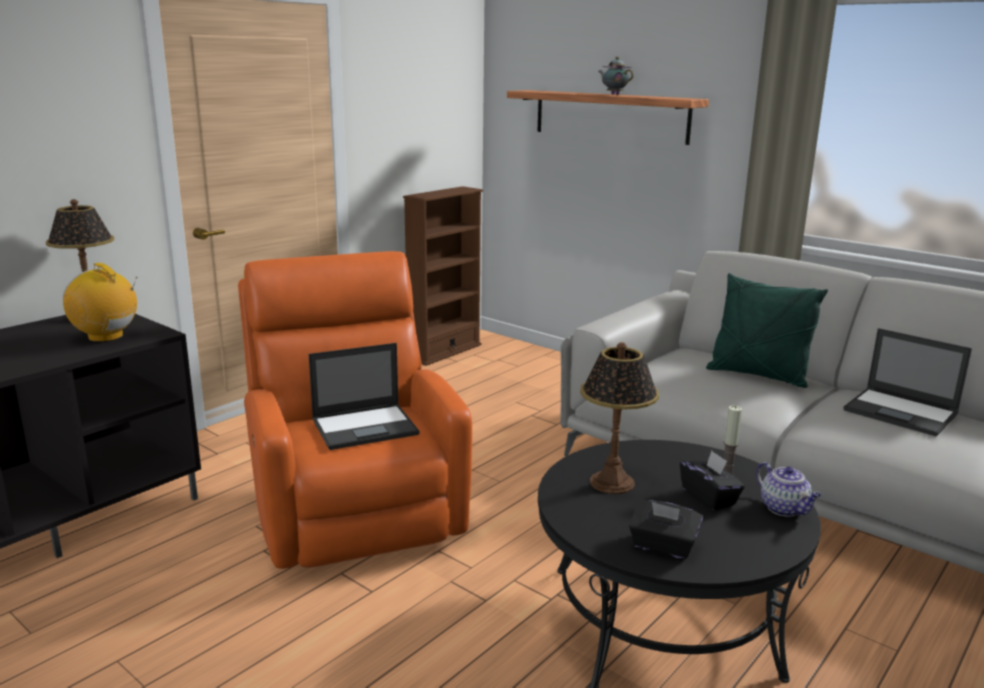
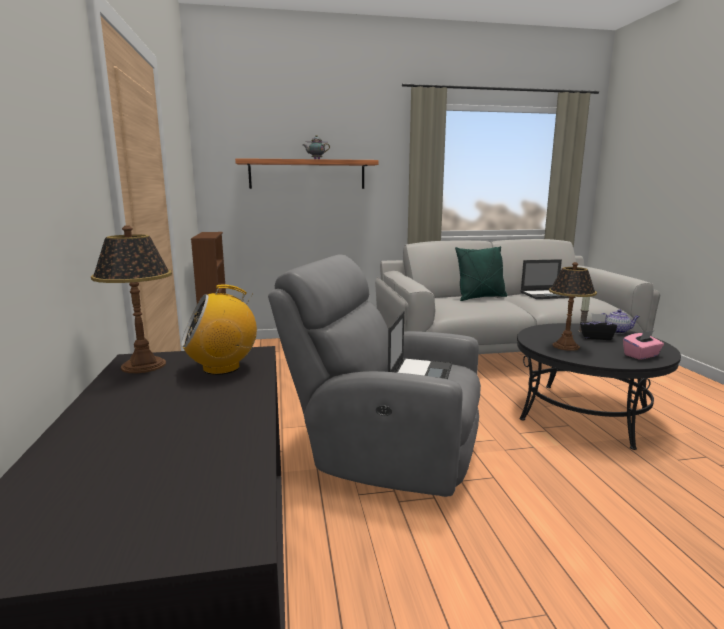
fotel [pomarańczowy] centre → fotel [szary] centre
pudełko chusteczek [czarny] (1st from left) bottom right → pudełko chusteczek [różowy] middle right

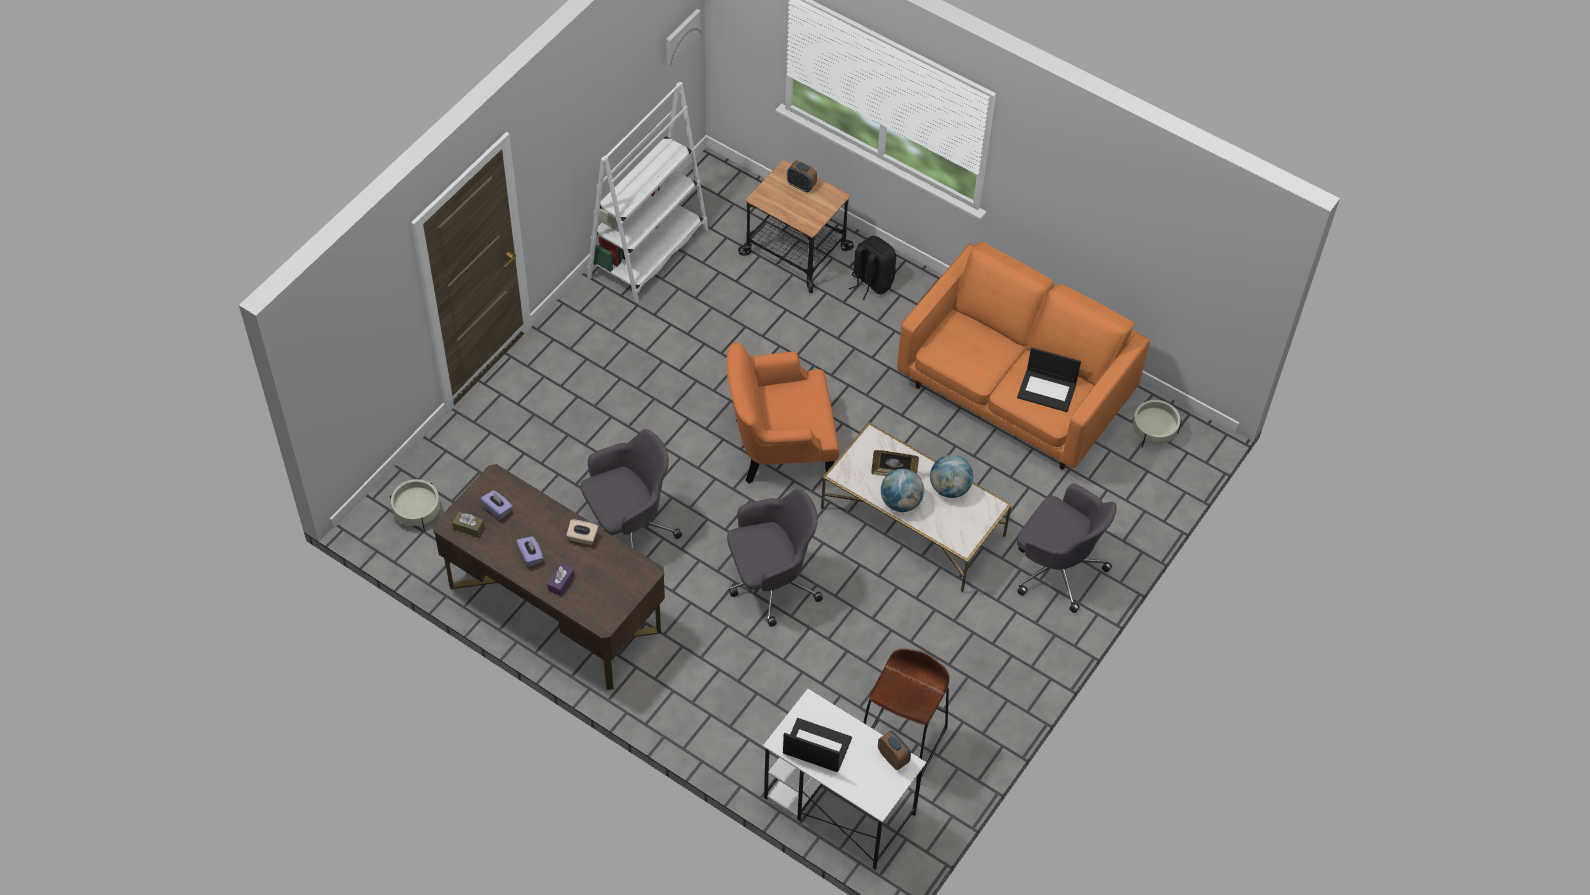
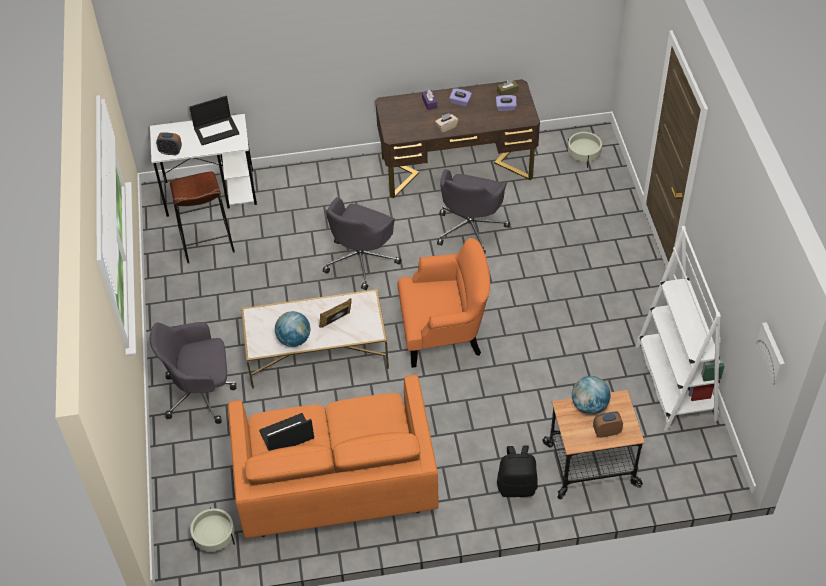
globus (1st from left in the first image) centre → globus (2nd from left) bottom right, moved
fotel [pomarańczowy] centre, 45 degrees clockwise

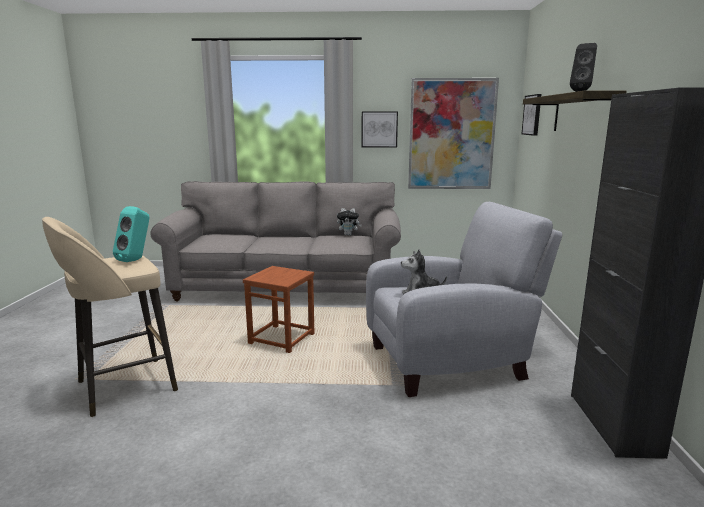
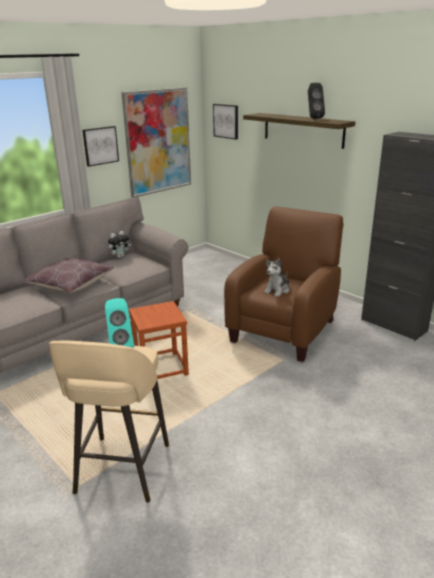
- → poduszka [brązowy] middle left
fotel [szary] centre → fotel [brązowy] centre

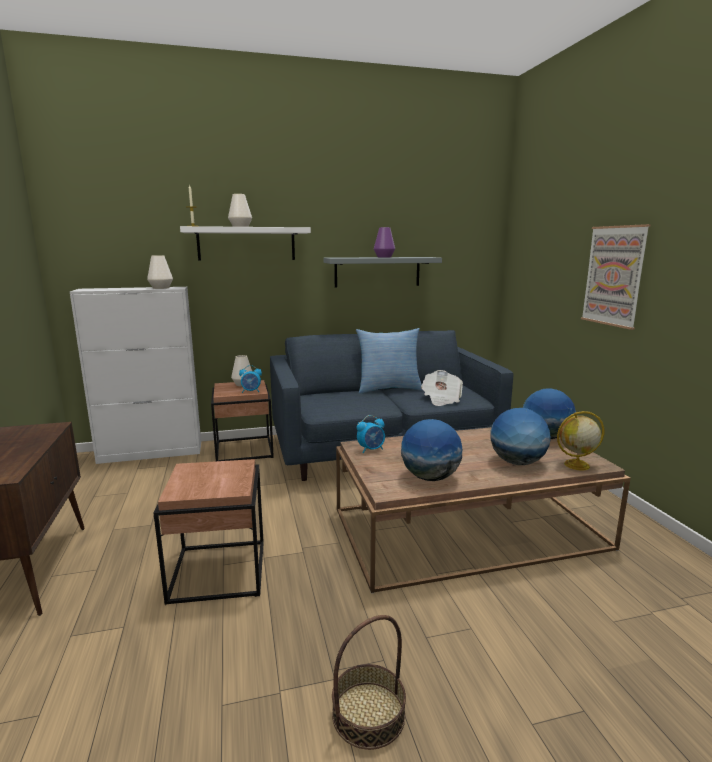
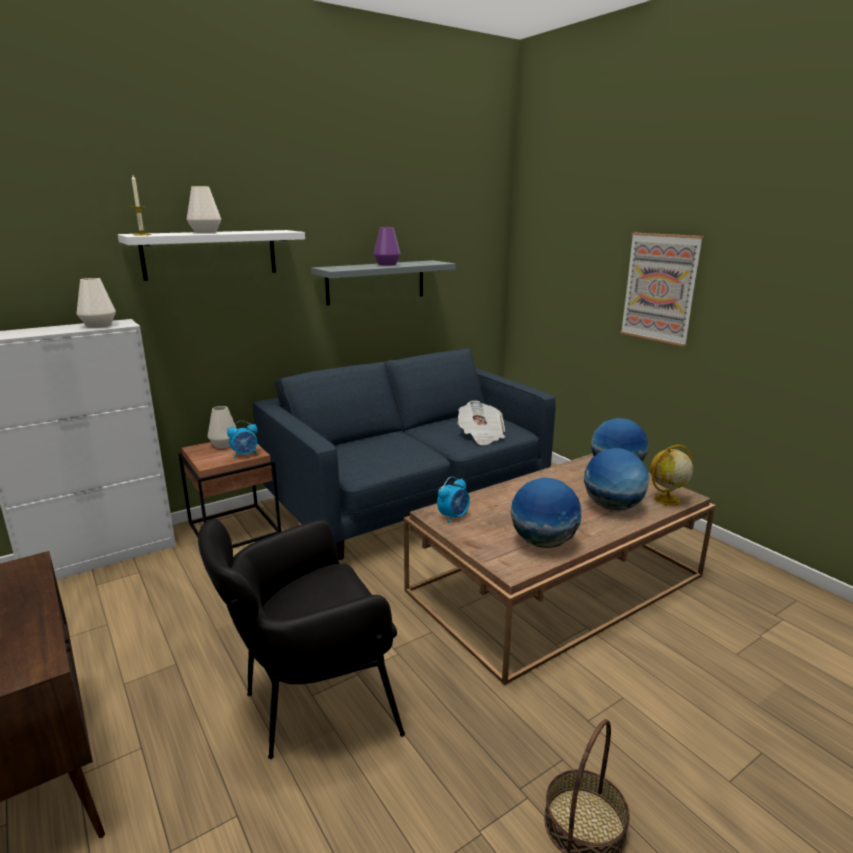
poduszka centre → -
stolik [brązowy] (1st from left) bottom left → fotel [czarny] bottom centre

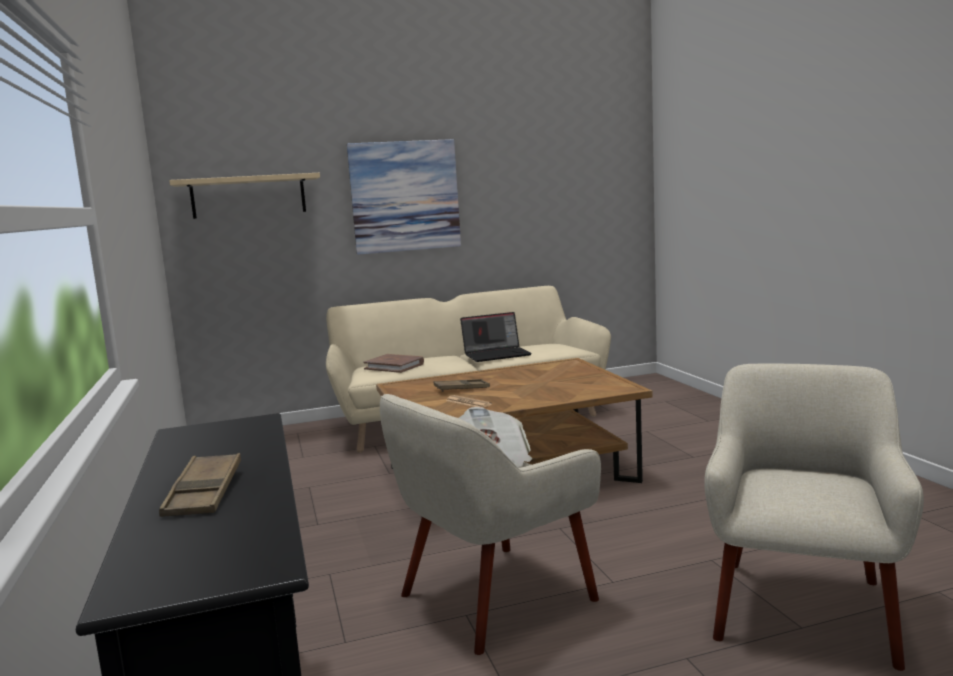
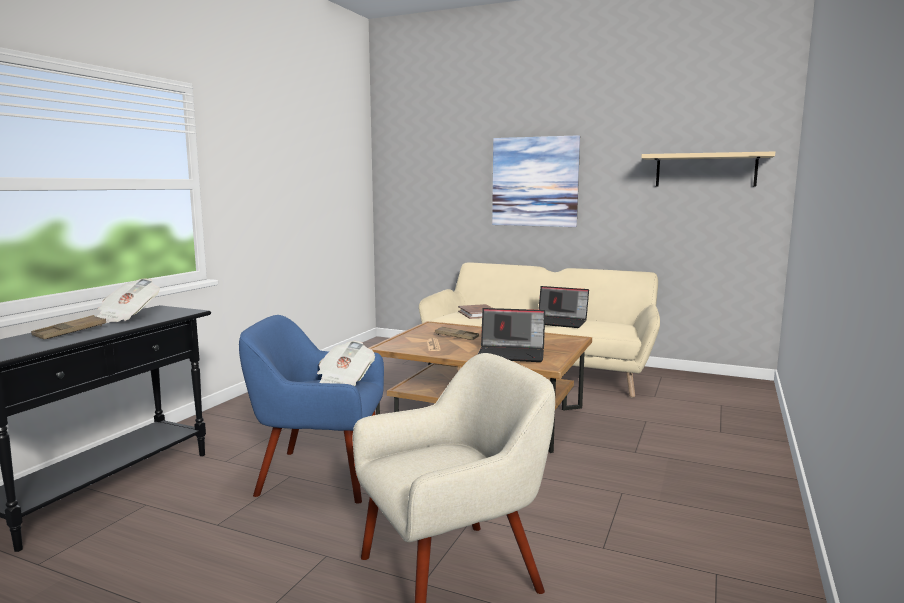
- → gazeta (1st from left) middle left
- → laptop (1st from left) centre
półka [beżowy] top left → półka [beżowy] top right, moved
fotel [beżowy] (1st from left) bottom centre → fotel [niebieski] bottom centre

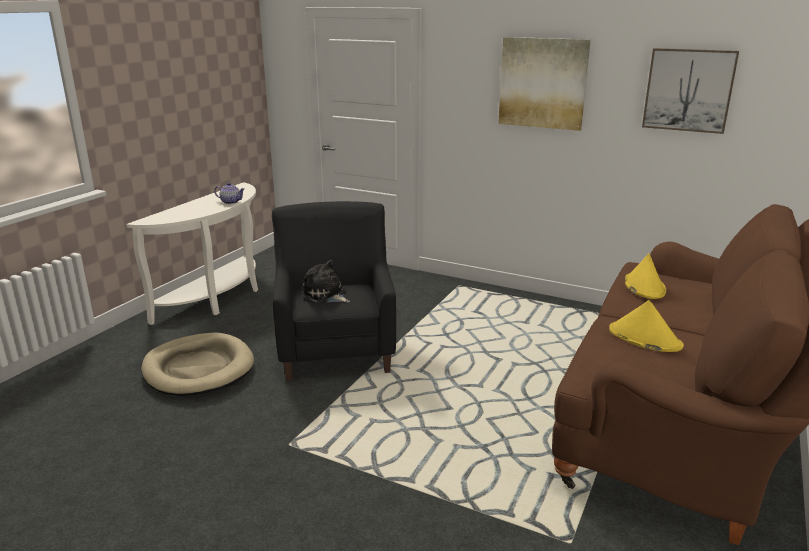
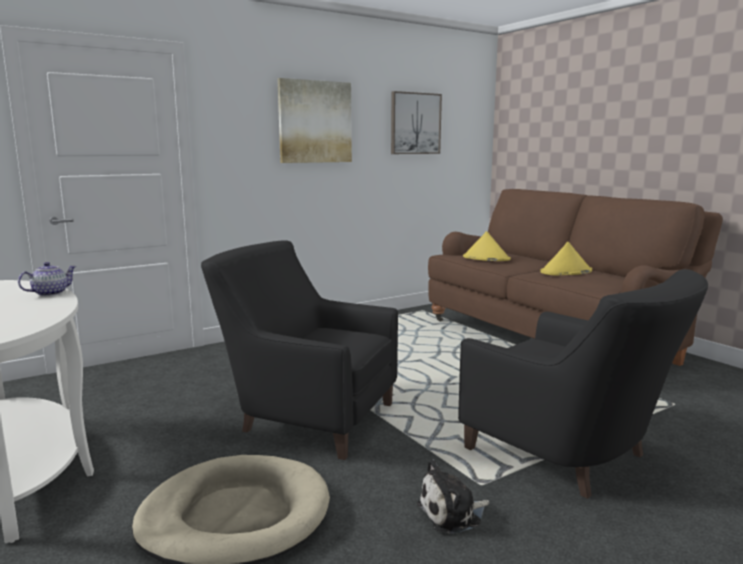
- → fotel [czarny] (2nd from left) bottom right
pluszak centre → pluszak bottom centre, moved

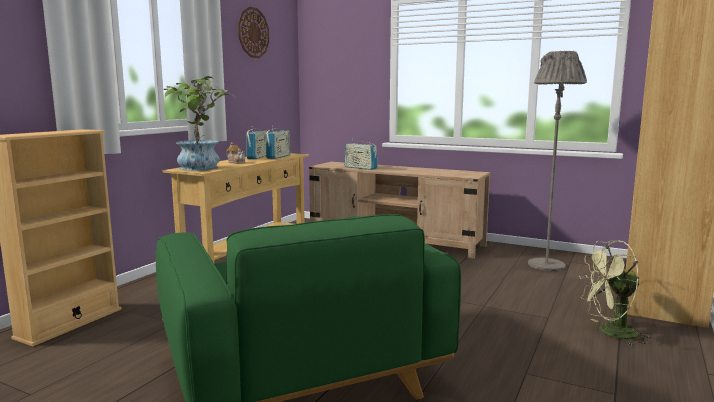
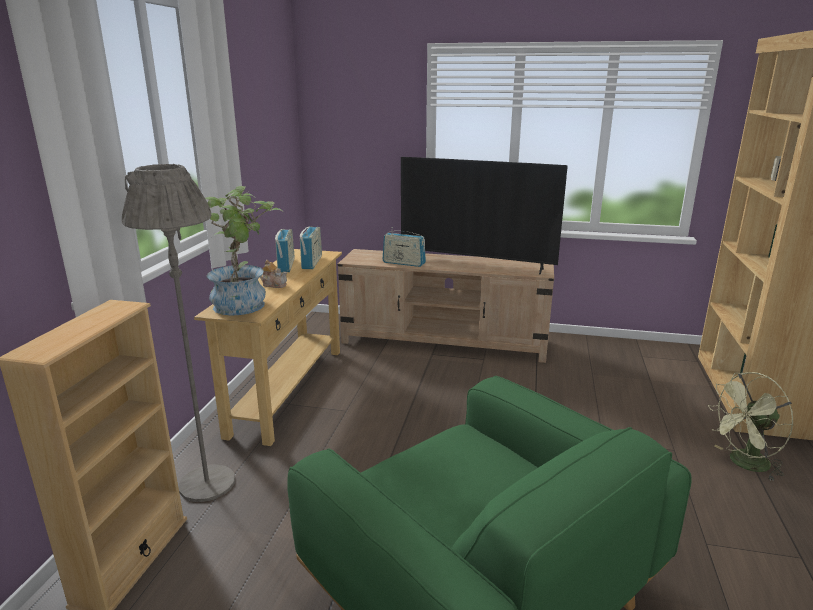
zegar ścienny top centre → -
- → telewizor centre
lampa stojąca [szary] middle right → lampa stojąca [szary] middle left, moved

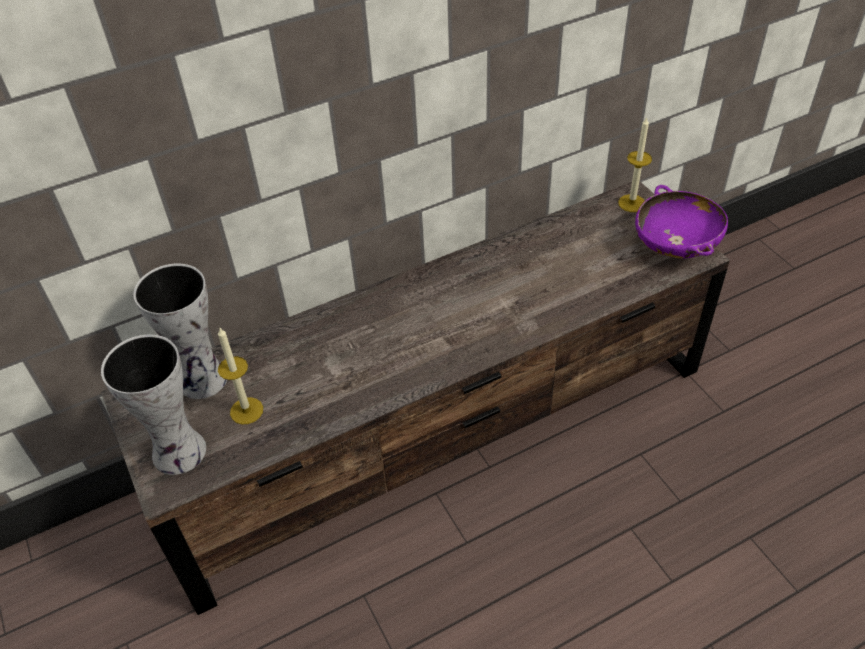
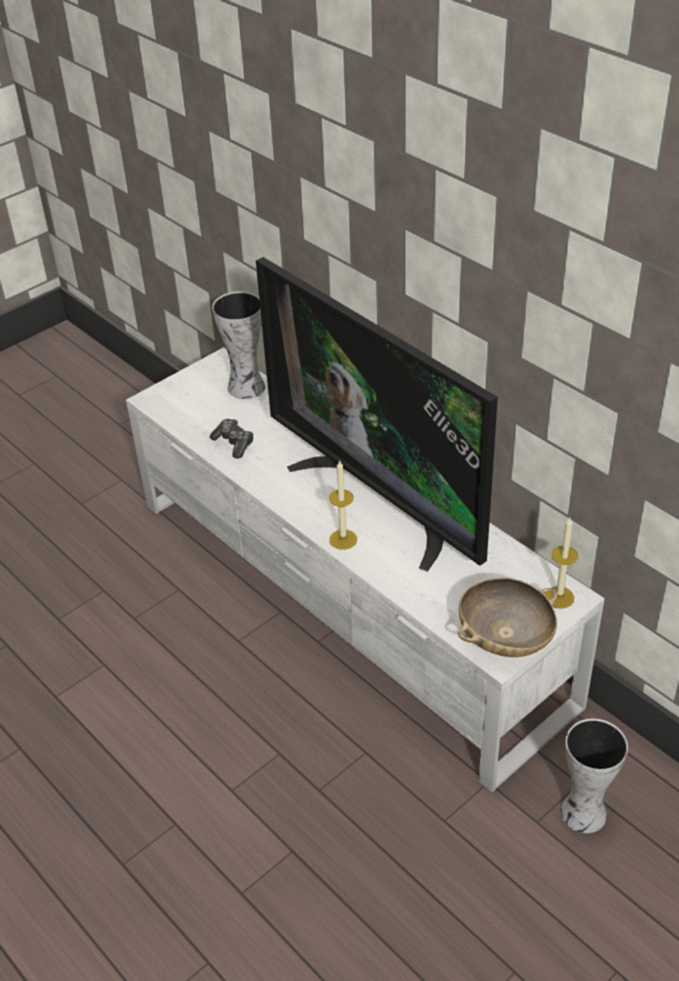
- → pad do gier centre
- → telewizor centre
wazon (1st from left in the first image) middle left → wazon (2nd from left) bottom right, moved
świeca (1st from left) middle left → świeca (1st from left) centre, moved
szafka pod telewizor [brązowy] centre → szafka pod telewizor [biały] centre
miska [fioletowy] middle right → miska [beżowy] middle right

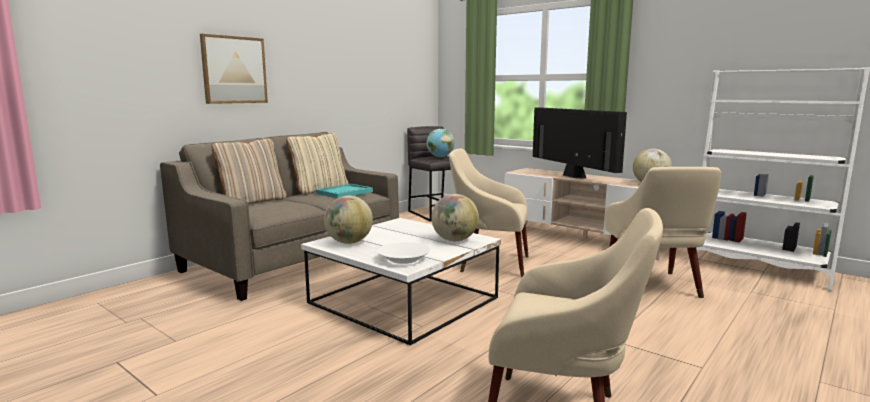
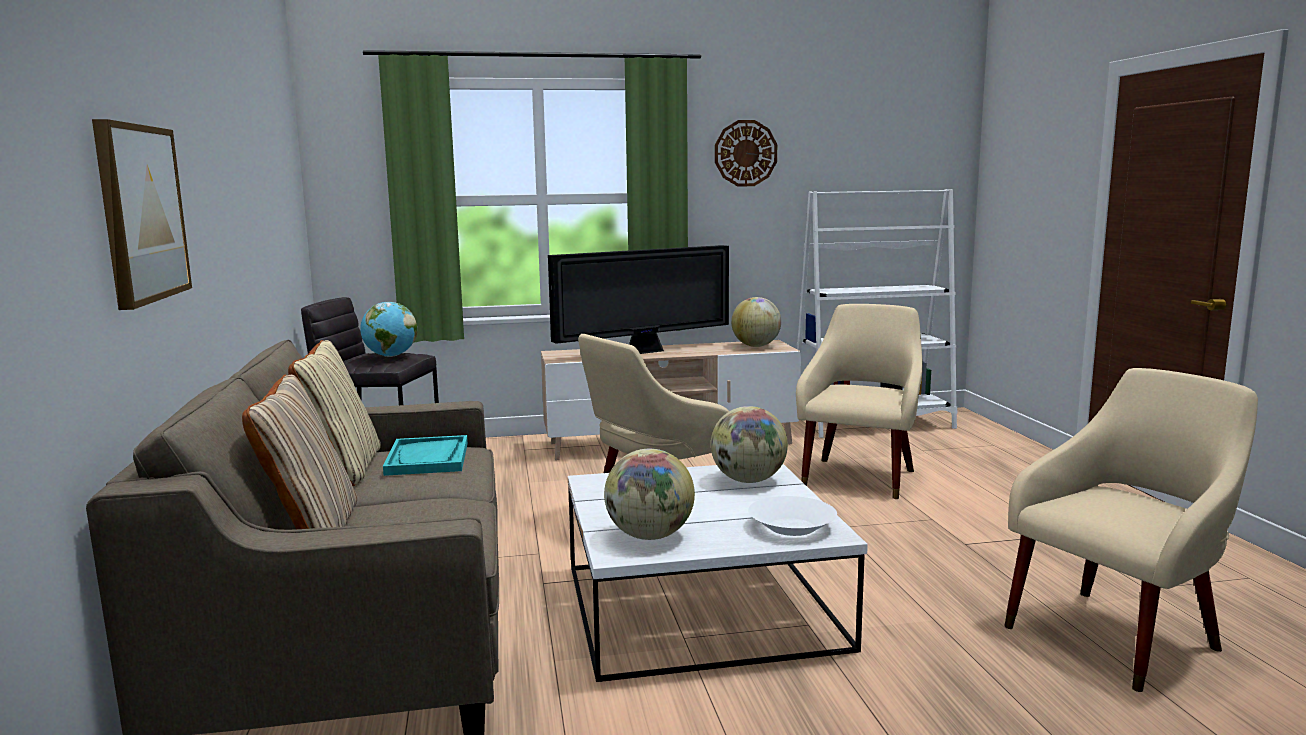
- → zegar ścienny top centre
telewizor middle right → telewizor centre, 135 degrees clockwise
fotel [beżowy] (3rd from left in the first image) middle right → fotel [beżowy] (2nd from left) centre, 105 degrees counterclockwise

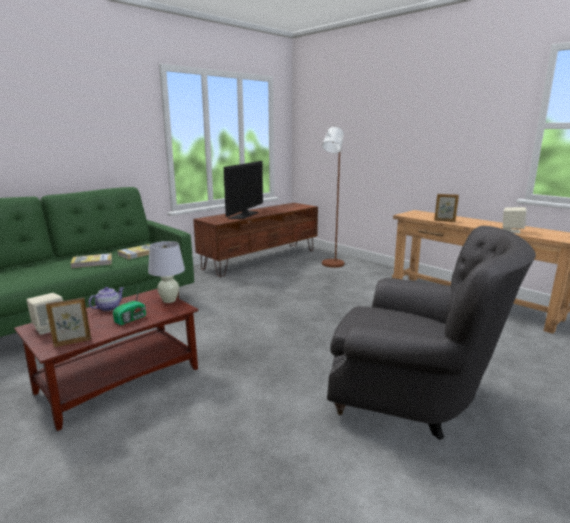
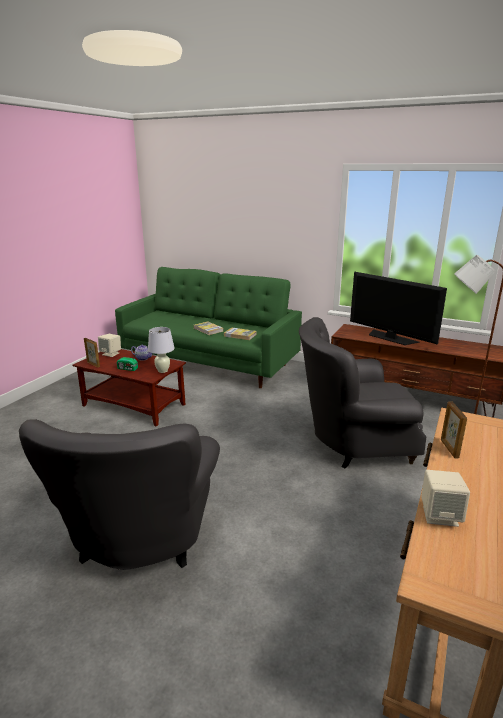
- → fotel [szary] (2nd from left) middle right
telewizor centre → telewizor middle right, 45 degrees clockwise

